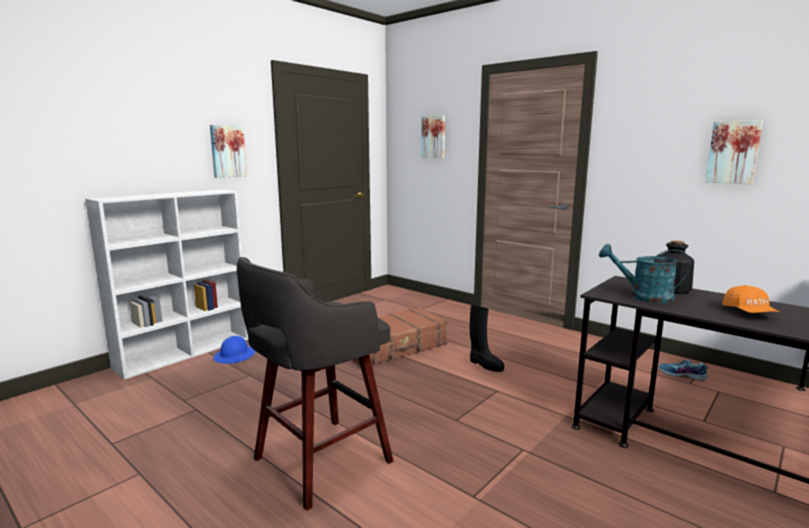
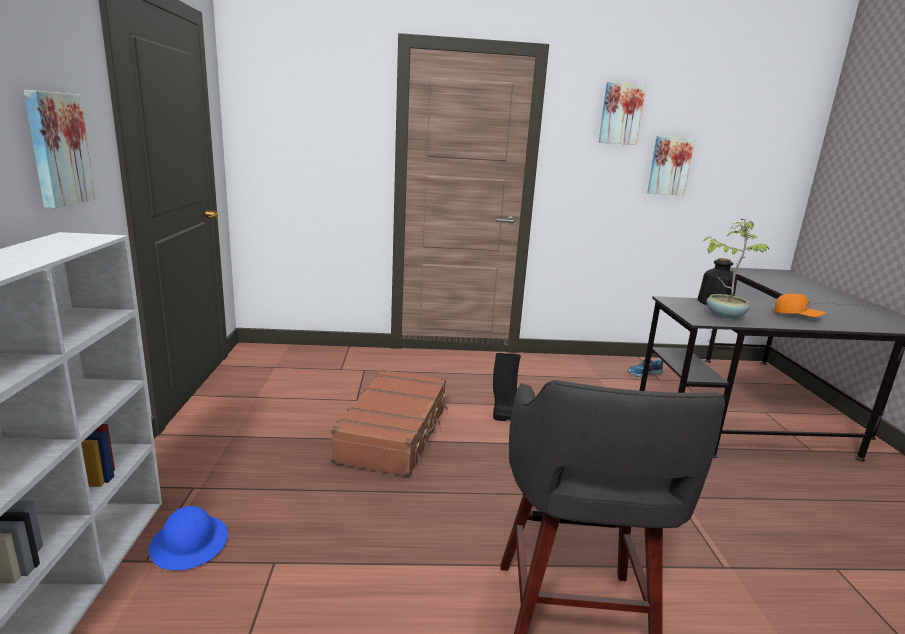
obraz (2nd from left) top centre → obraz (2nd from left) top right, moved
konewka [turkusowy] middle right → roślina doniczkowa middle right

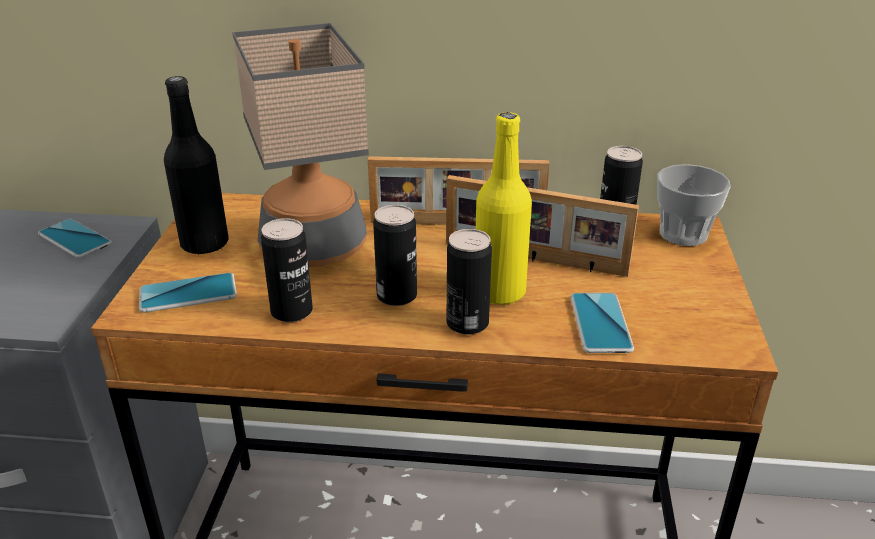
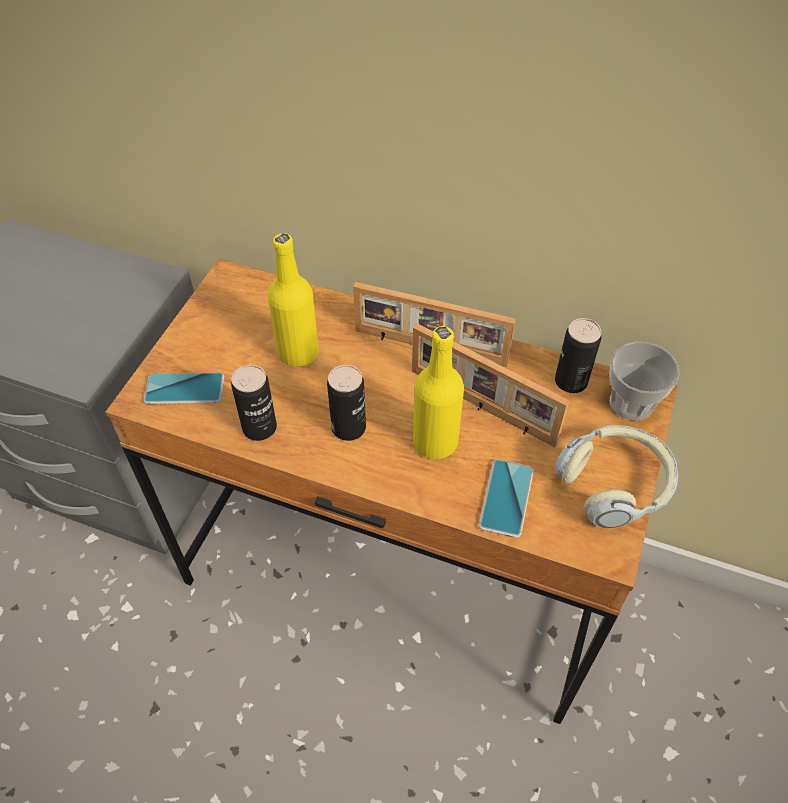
telefon (1st from left) middle left → -
butelka [czarny] top left → -
puszka (3rd from left) centre → -
- → słuchawki middle right
lampa stołowa top centre → butelka [żółty] (1st from left) centre

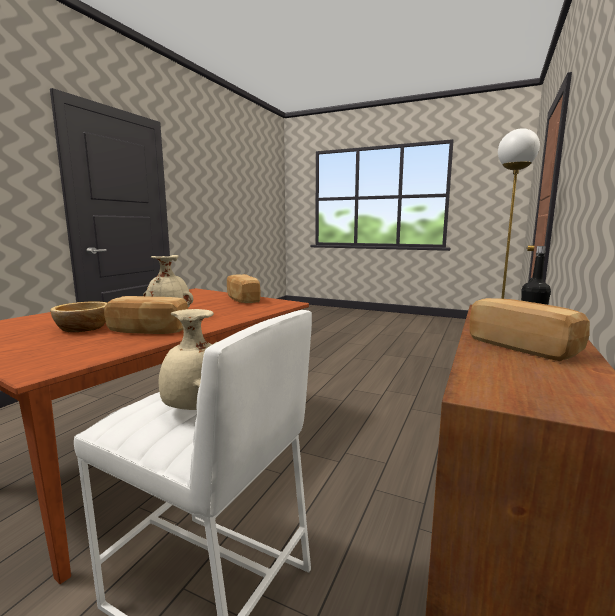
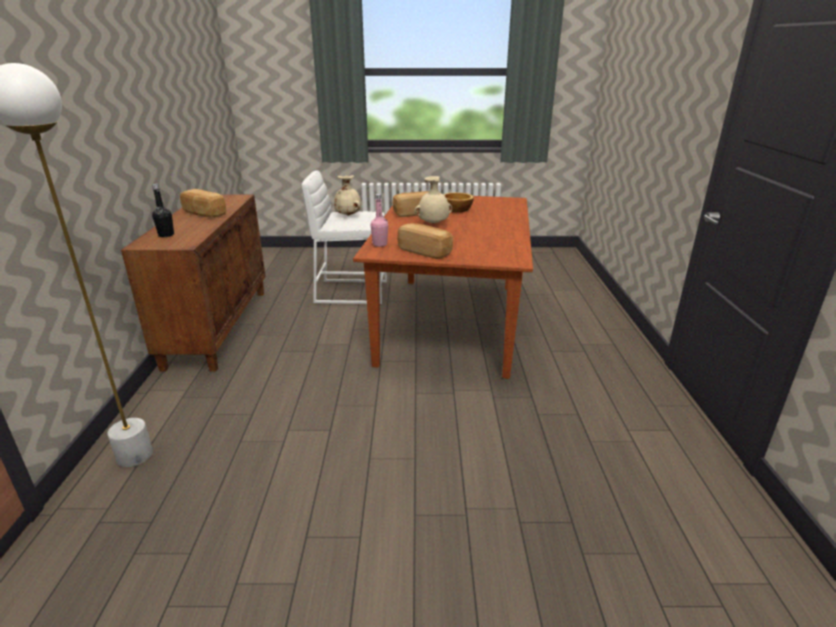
- → butelka [różowy] centre

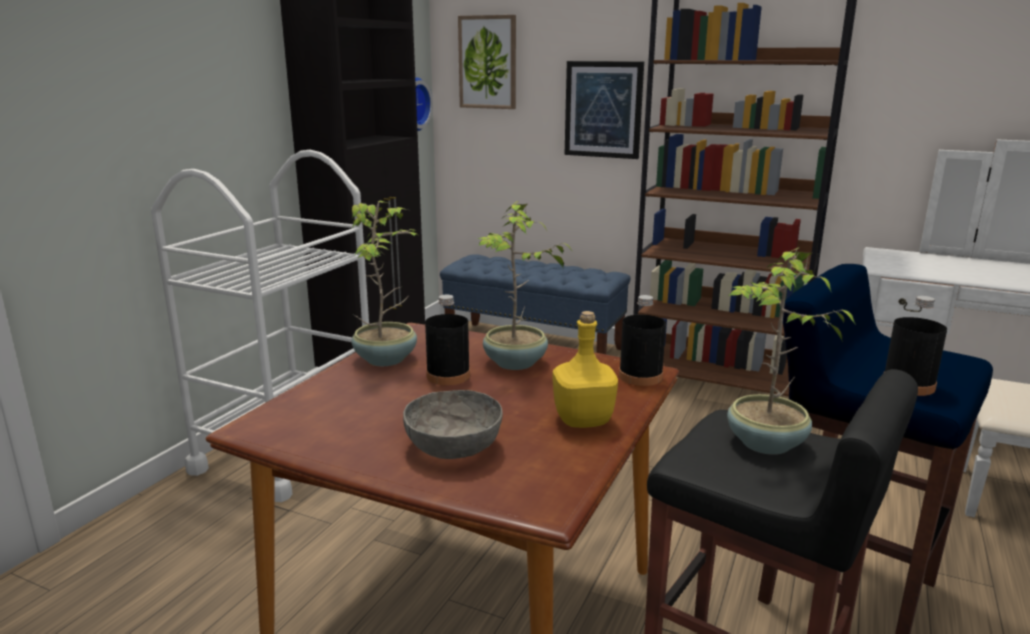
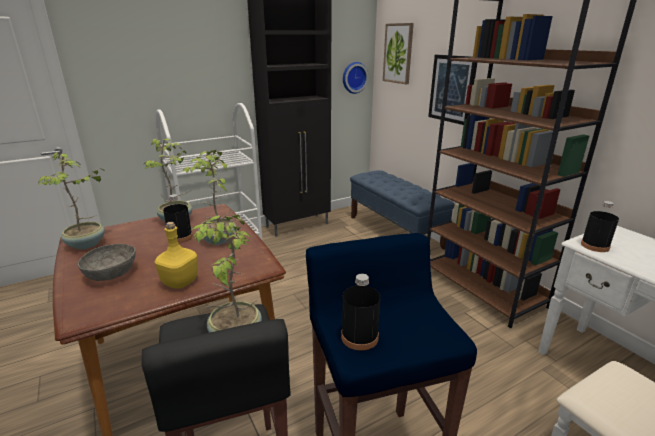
- → roślina doniczkowa (1st from left) middle left
butelka [czarny] (2nd from left in the first image) centre → butelka [czarny] (3rd from left) middle right, moved

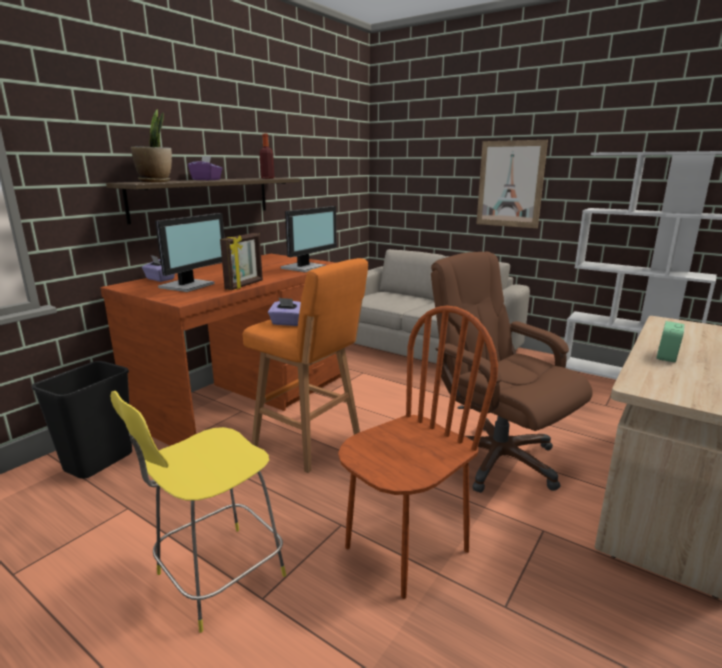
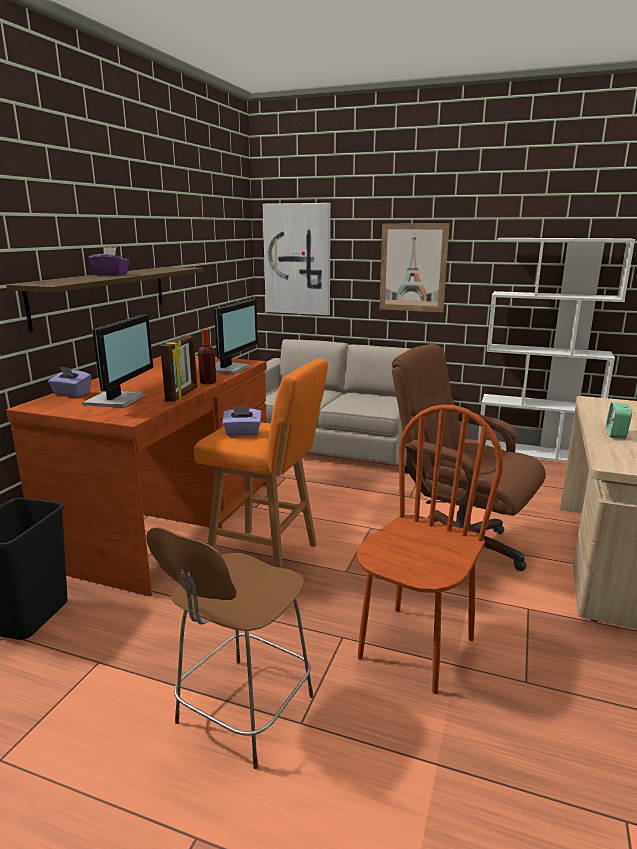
roślina doniczkowa top left → -
- → obraz (1st from left) top centre
butelka top centre → butelka middle left, moved
krzesło [żółty] bottom left → krzesło [brązowy] (1st from left) bottom centre

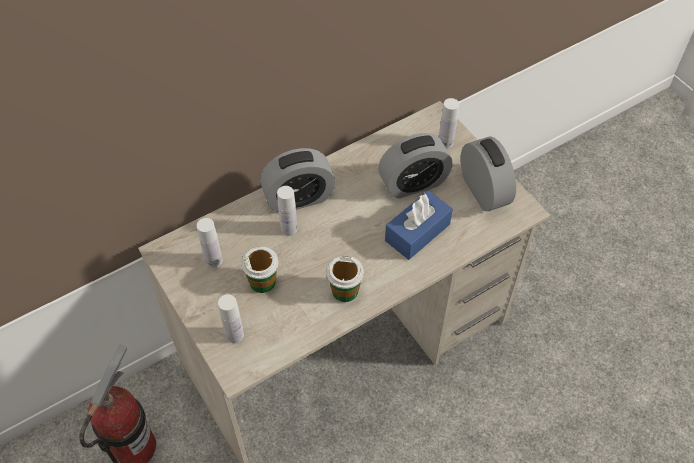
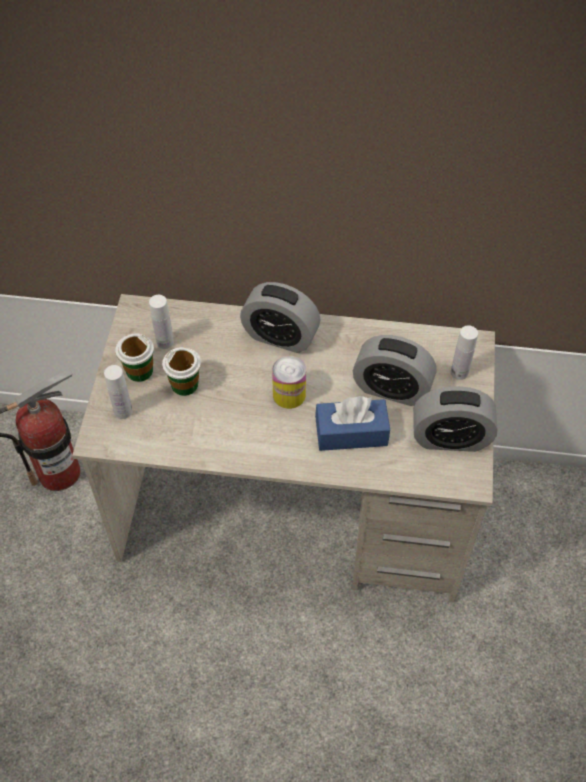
butelka [biały] (3rd from left) centre → -
- → puszka centre
filiżanka (2nd from left in the first image) centre → filiżanka (1st from left) middle left, moved
budzik (3rd from left) middle right, 75 degrees clockwise

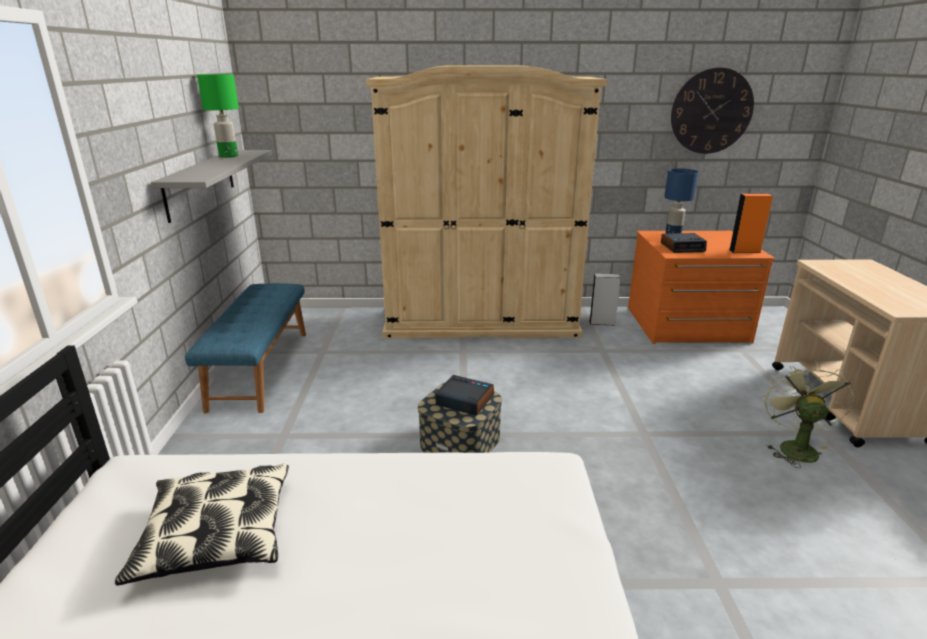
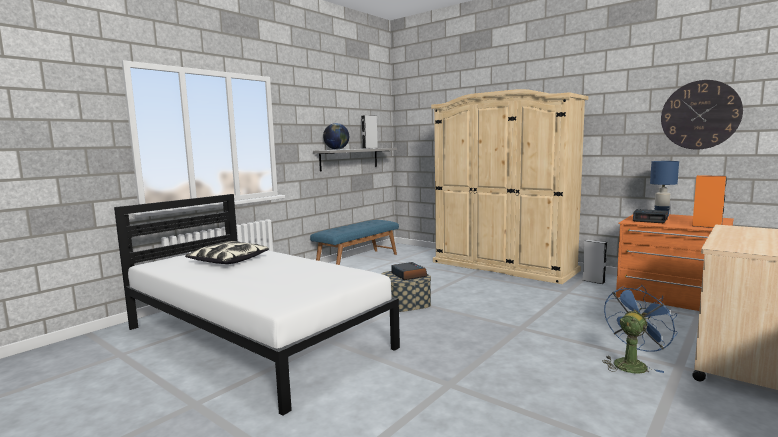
- → globus top centre
lampa stołowa [zielony] top left → głośnik [szary] (1st from left) top centre
wentylator [zielony] middle right → wentylator [niebieski] bottom right

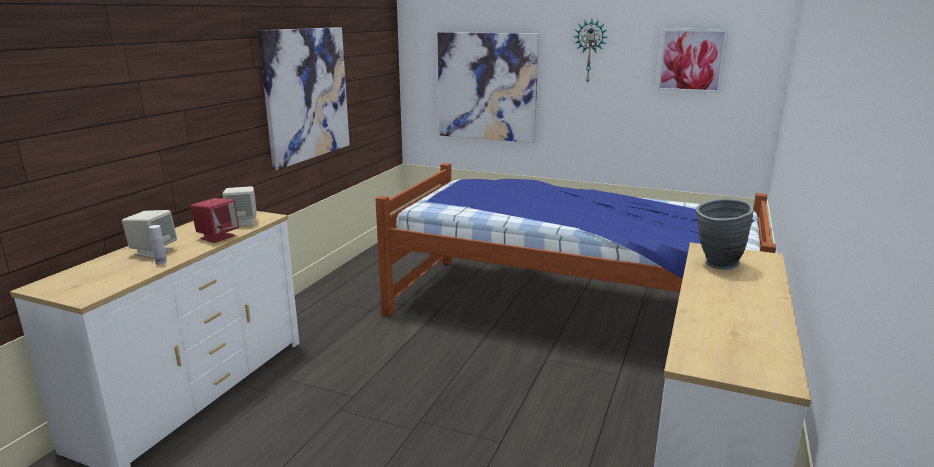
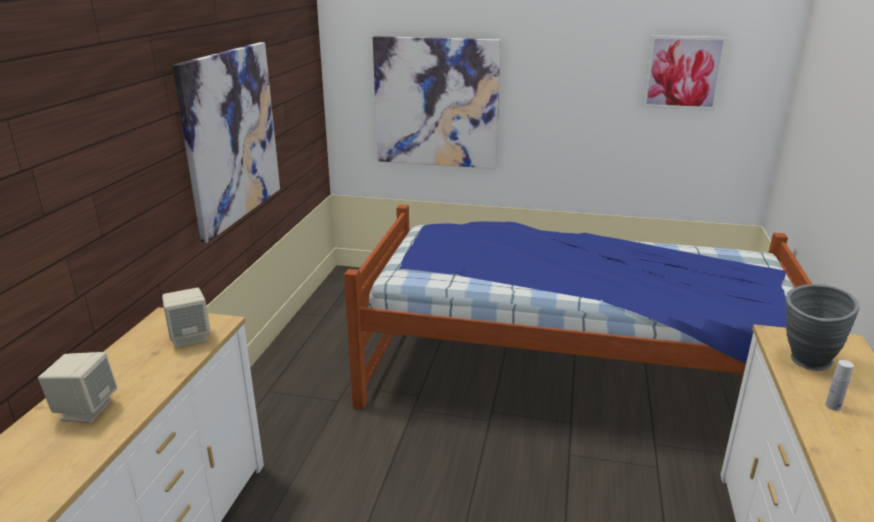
głośnik [czerwony] middle left → -
zegar ścienny top centre → -
butelka [biały] middle left → butelka [biały] bottom right, moved

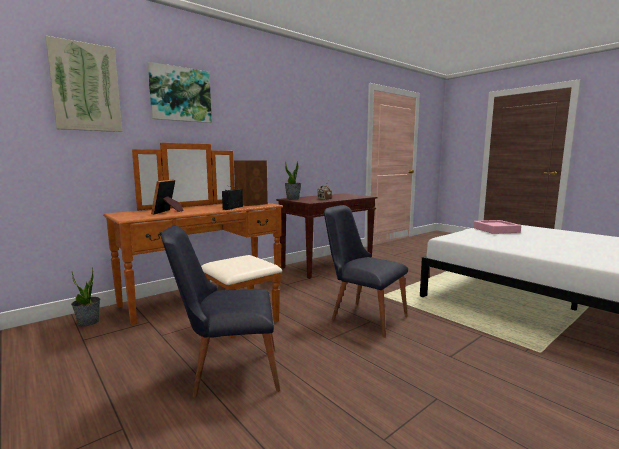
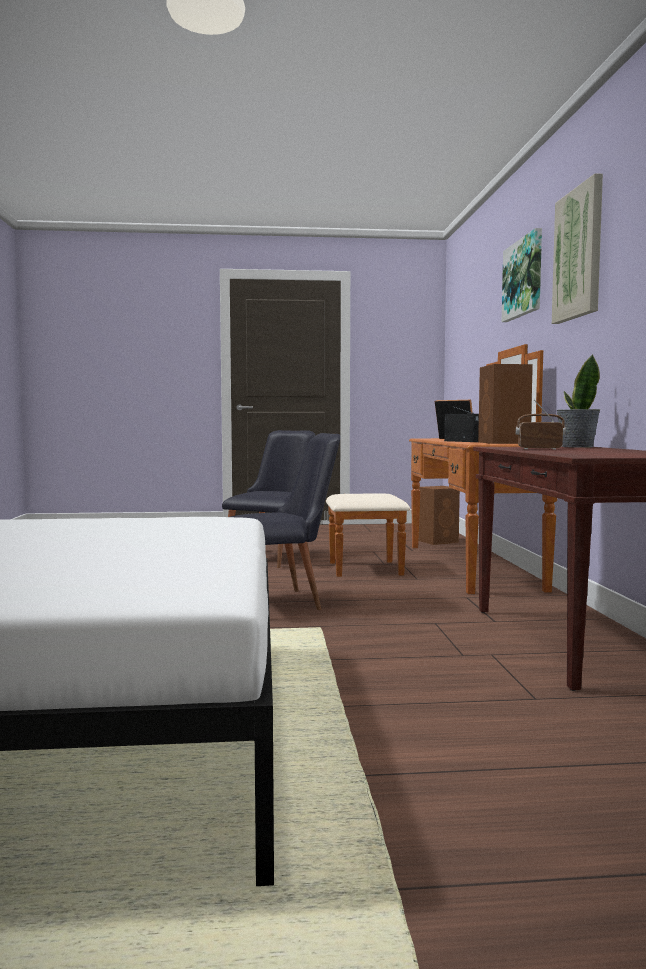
taca [różowy] middle right → -
obraz (1st from left in the first image) top left → obraz (2nd from left) top right, moved
roślina doniczkowa (1st from left) middle left → głośnik [brązowy] (1st from left) middle right

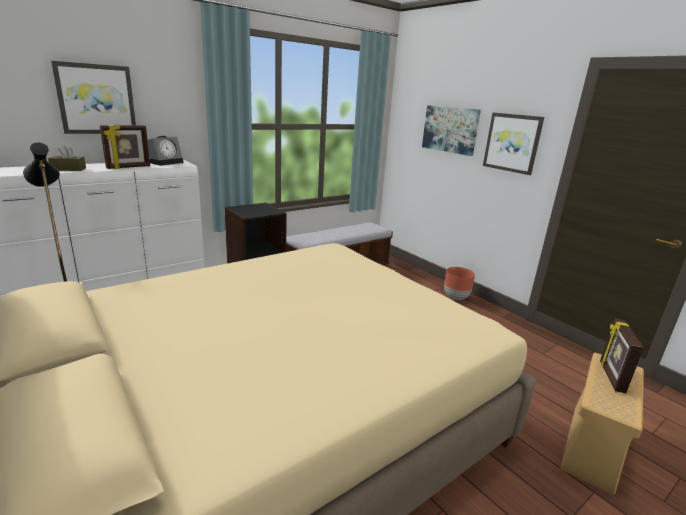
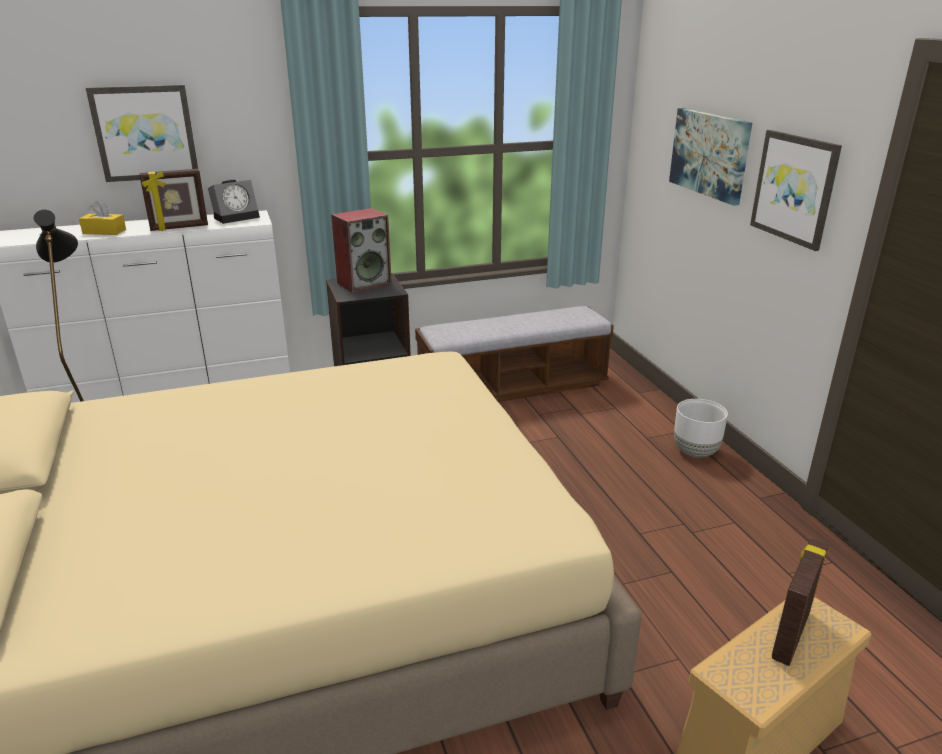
- → głośnik top centre
pudełko chusteczek [brązowy] top left → pudełko chusteczek [żółty] top left
donica [brązowy] middle right → donica [biały] middle right

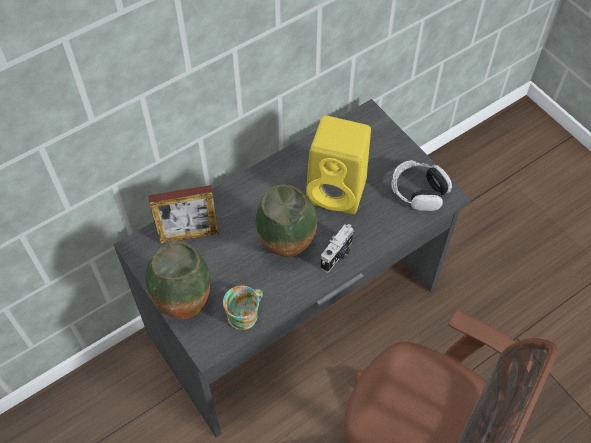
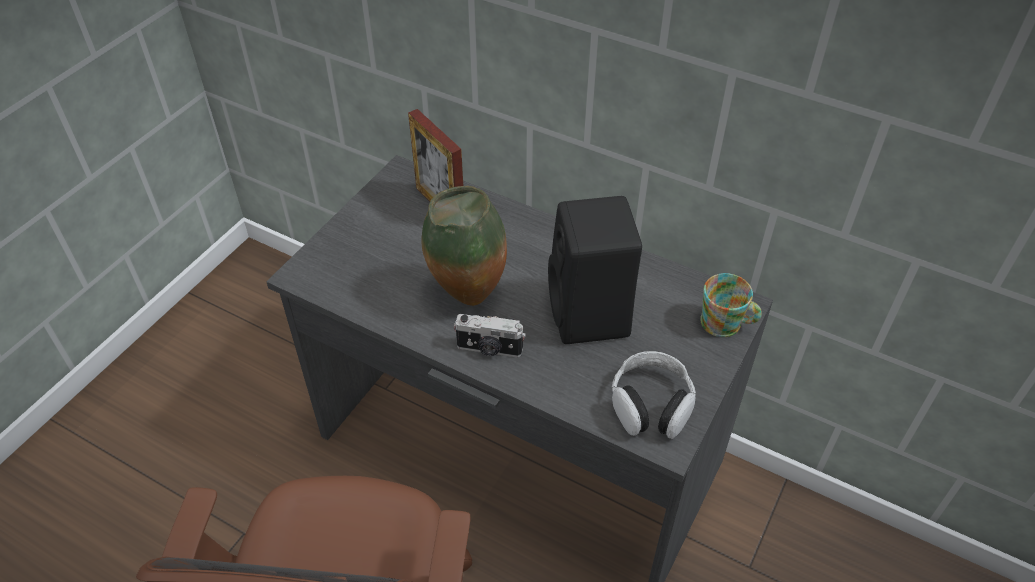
wazon (1st from left) middle left → -
kubek bottom centre → kubek middle right, moved
głośnik [żółty] centre → głośnik [czarny] centre

